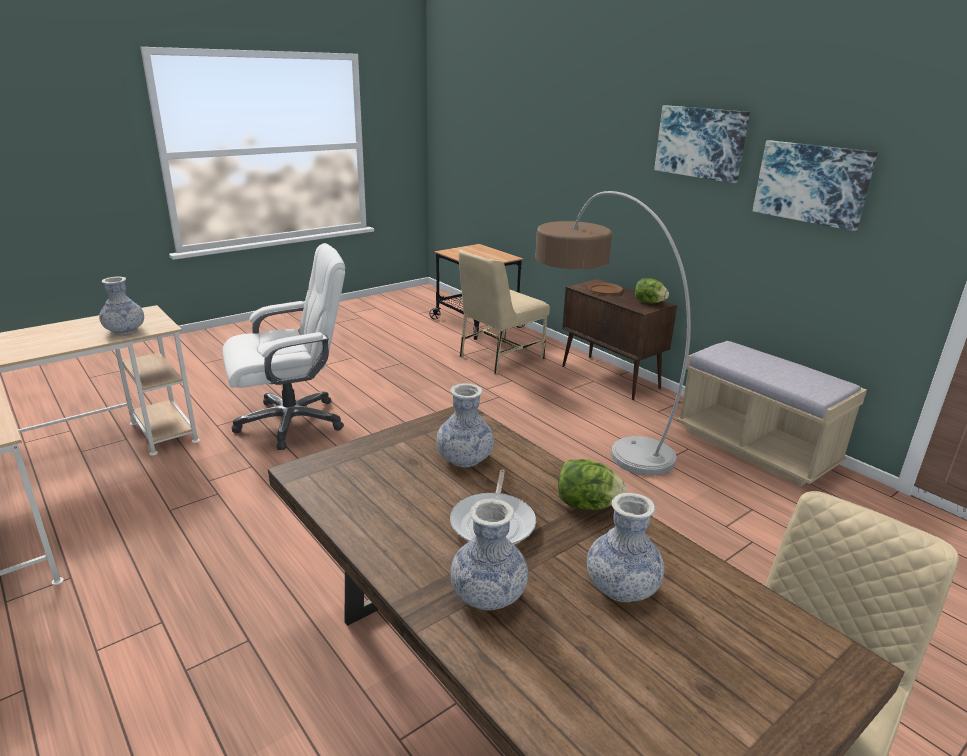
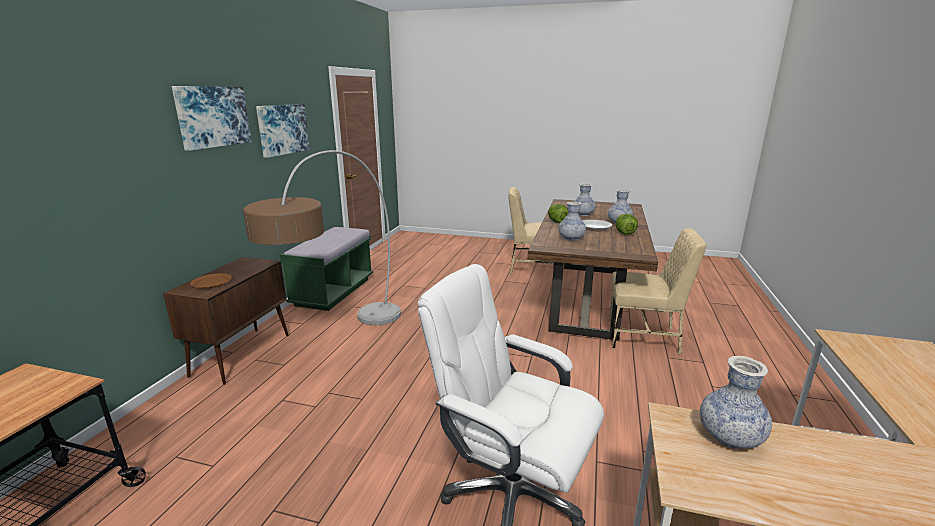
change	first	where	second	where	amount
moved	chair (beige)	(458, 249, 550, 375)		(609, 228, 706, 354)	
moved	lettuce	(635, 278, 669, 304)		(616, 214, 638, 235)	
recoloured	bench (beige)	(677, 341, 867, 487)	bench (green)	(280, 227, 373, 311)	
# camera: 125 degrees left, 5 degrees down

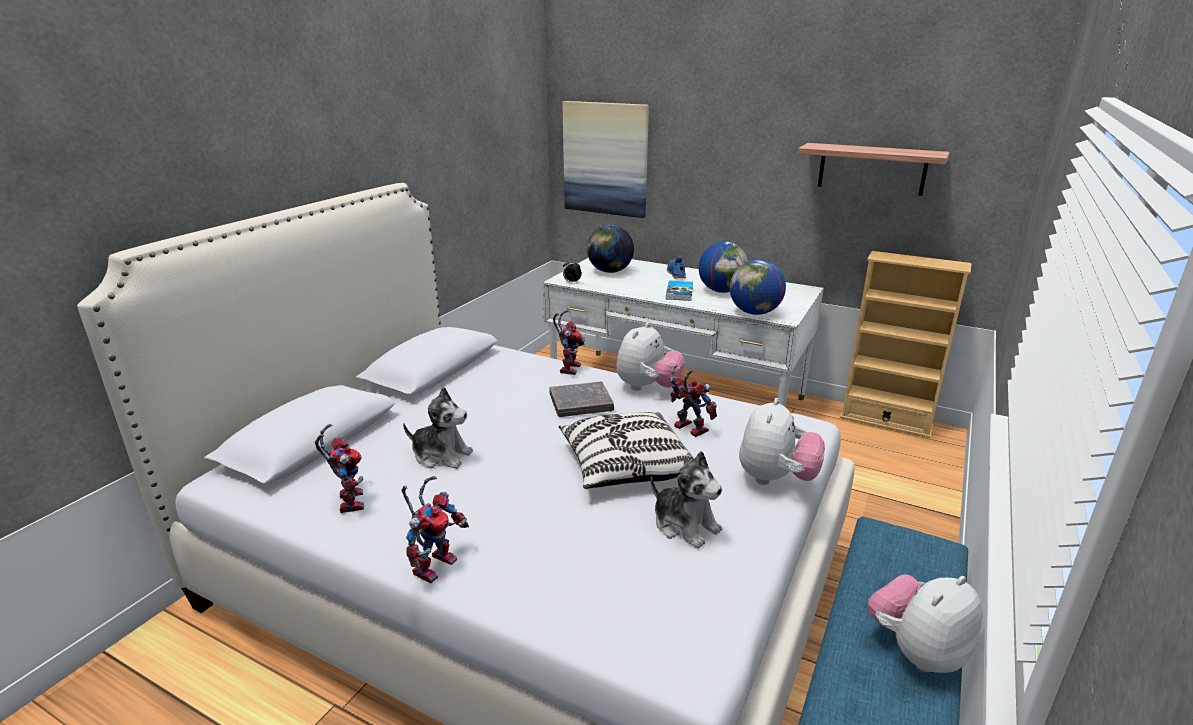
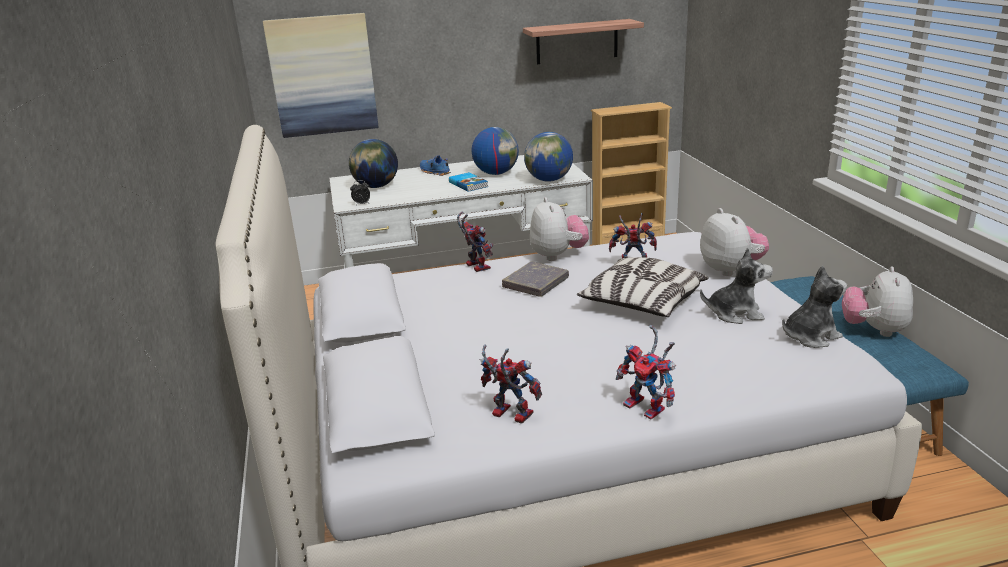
change	first	where	second	where	amount
moved	plush toy	(403, 387, 473, 469)		(782, 266, 847, 348)	
turned	toy robot	(401, 476, 469, 583)		(616, 325, 676, 419)	150 degrees clockwise
# camera: 40 degrees left, 0 degrees up

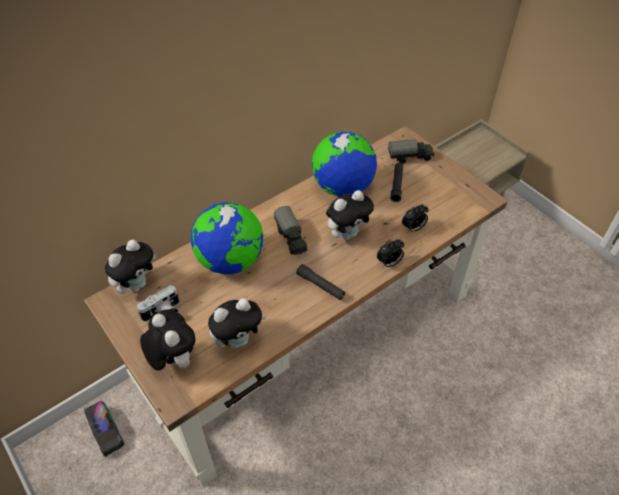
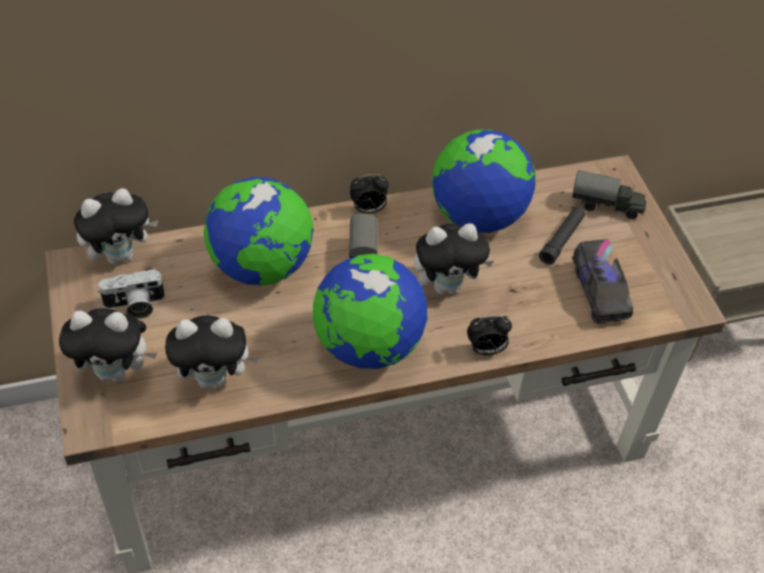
change	first	where	second	where	amount
moved	toy truck	(84, 401, 124, 457)		(572, 239, 633, 324)	
moved	alarm clock	(402, 204, 429, 232)		(350, 174, 389, 214)	
replaced	flashlight (black)	(296, 264, 345, 300)	globe	(313, 254, 427, 369)	
turned	plush toy	(140, 309, 196, 371)		(59, 308, 157, 382)	105 degrees clockwise
# camera: 20 degrees right, 0 degrees up

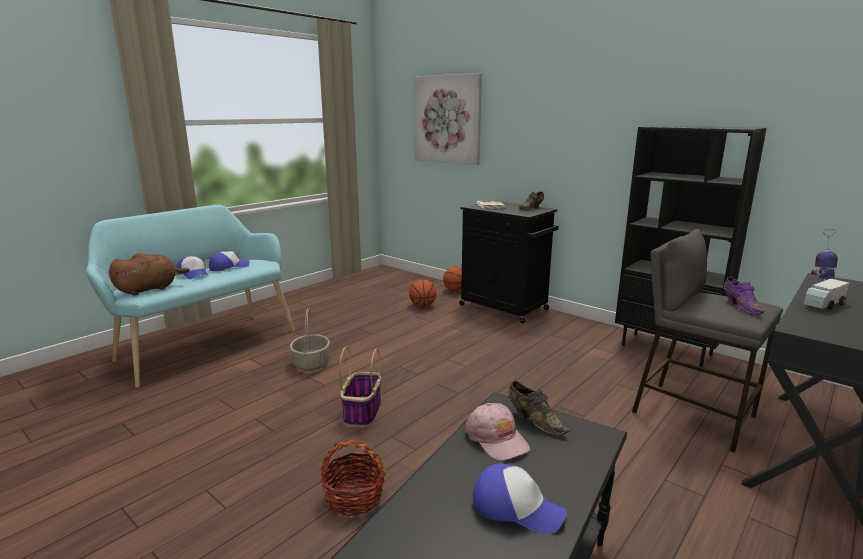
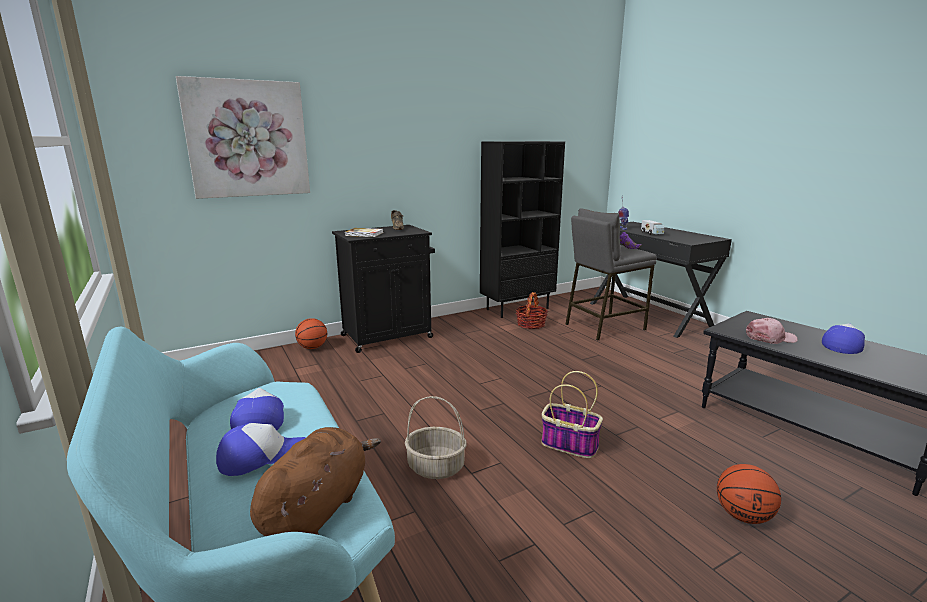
change	first	where	second	where	amount
removed	shoe (brown)	(508, 381, 569, 435)			
moved	basket	(321, 440, 386, 516)		(516, 292, 548, 329)	
moved	basketball	(409, 280, 437, 307)		(717, 464, 781, 524)	
turned	plush toy (brown)	(109, 253, 190, 296)		(250, 427, 381, 536)	45 degrees clockwise
# camera: 70 degrees left, 0 degrees up

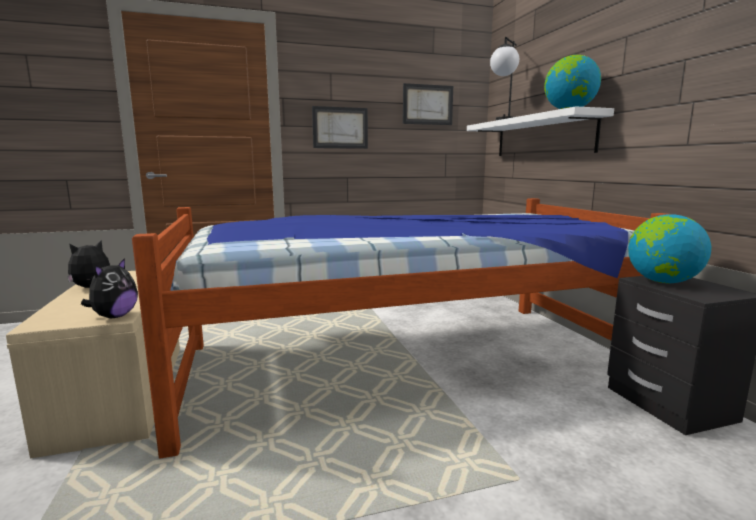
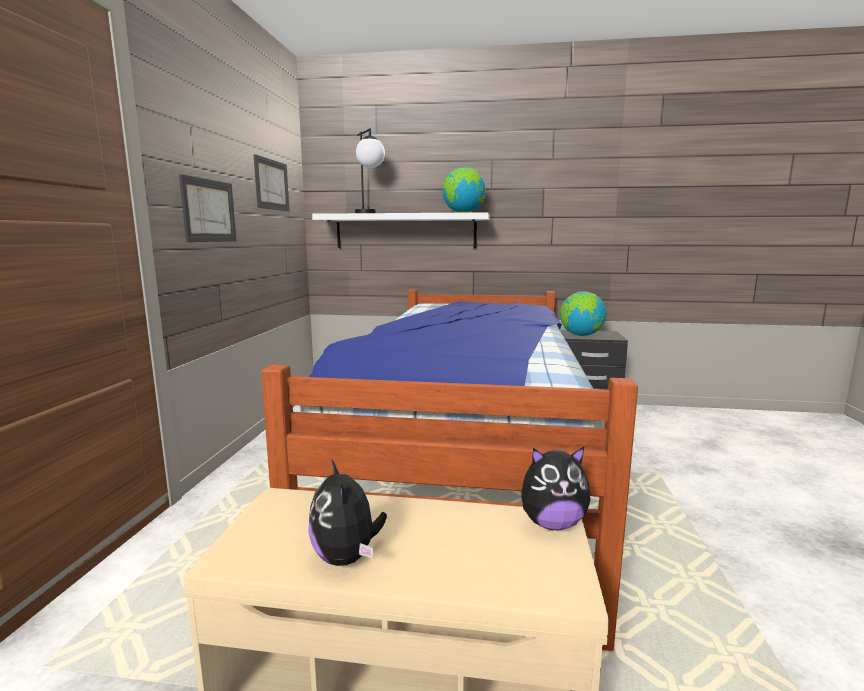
change	first	where	second	where	amount
turned	plush toy	(81, 258, 138, 318)		(521, 447, 590, 530)	135 degrees clockwise
# camera: 65 degrees left, 0 degrees up

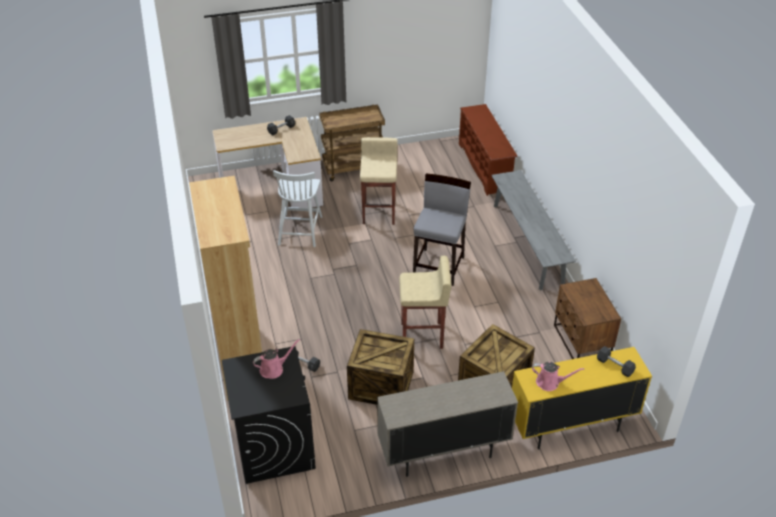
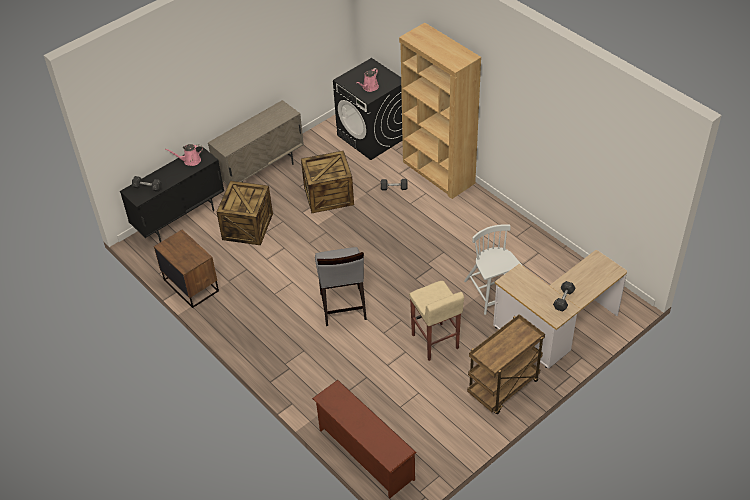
change	first	where	second	where	amount
removed	stool (beige)	(399, 256, 451, 349)			
removed	bench (grey)	(491, 170, 576, 290)			
recoloured	cabinet (yellow)	(512, 347, 652, 450)	cabinet (black)	(120, 147, 224, 242)	
# camera: 155 degrees right, 5 degrees up

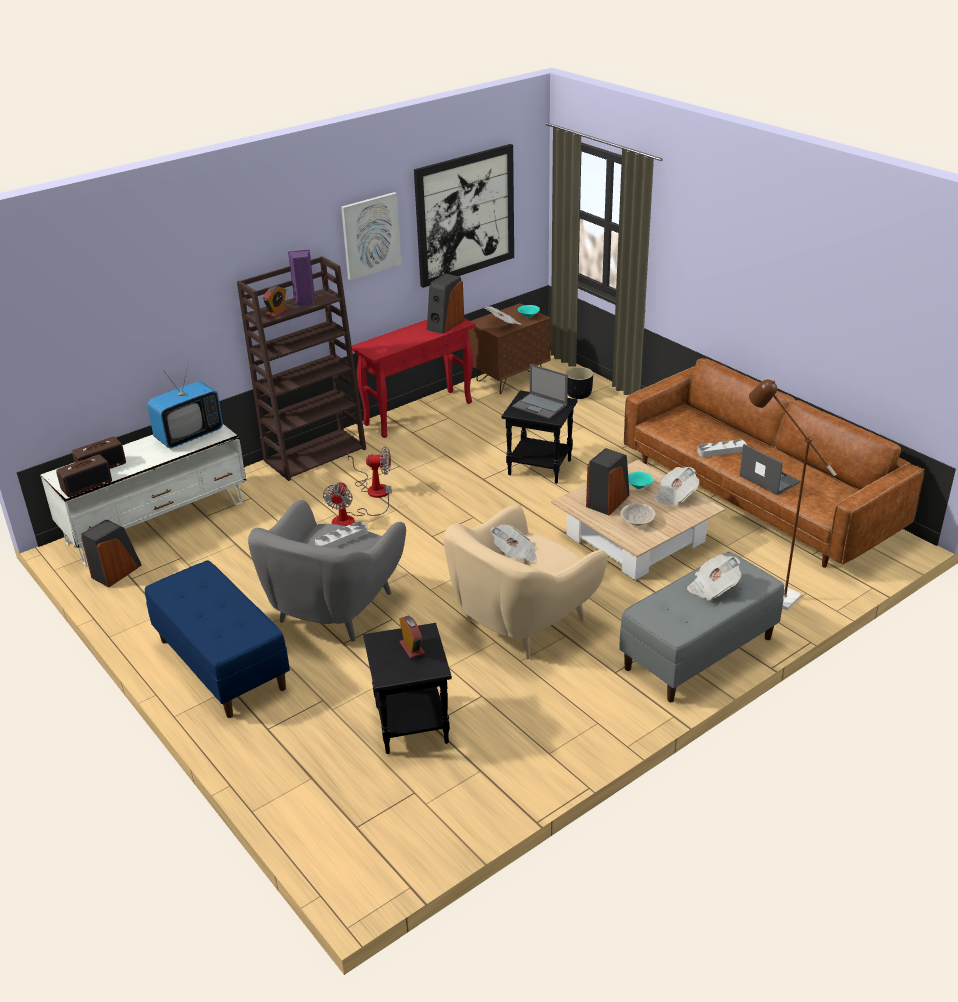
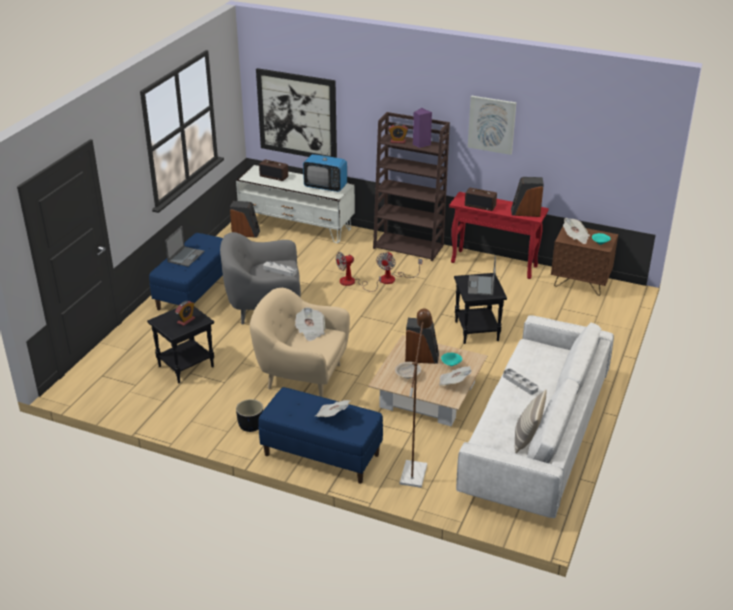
change	first	where	second	where	amount
added			pillow	(515, 389, 547, 453)	
moved	radio	(56, 454, 112, 497)		(465, 188, 497, 211)	
moved	picture	(414, 144, 514, 288)		(256, 68, 337, 158)	
moved	planter (black)	(565, 367, 593, 399)		(236, 399, 263, 432)	
moved	laptop	(740, 444, 800, 495)		(165, 226, 204, 267)	
recoloured	bench (grey)	(619, 552, 784, 702)	bench (blue)	(258, 387, 383, 484)	
recoloured	sofa (brown)	(624, 358, 925, 568)	sofa (white)	(456, 315, 614, 518)	
turned	fan	(347, 447, 391, 498)		(376, 252, 422, 284)	45 degrees clockwise
# camera: 60 degrees right, 0 degrees up

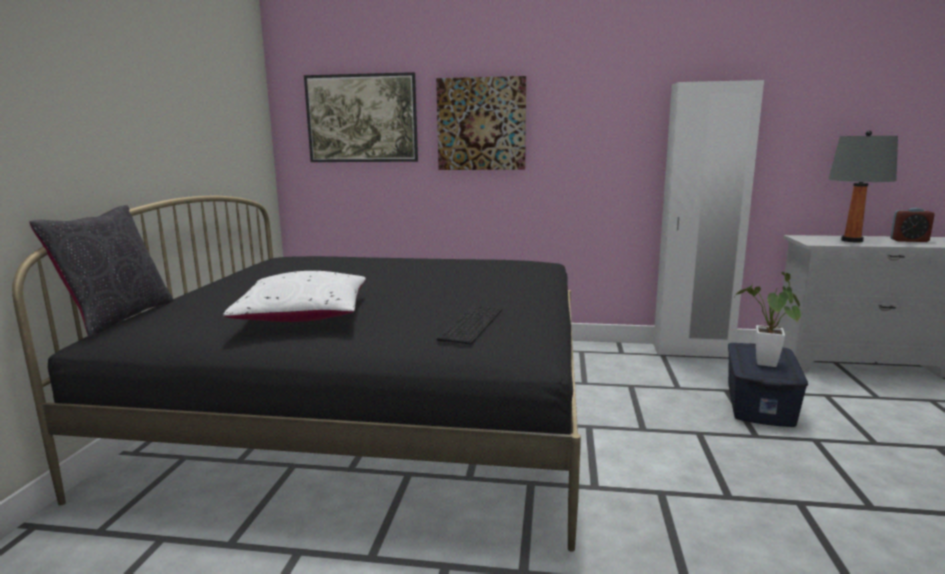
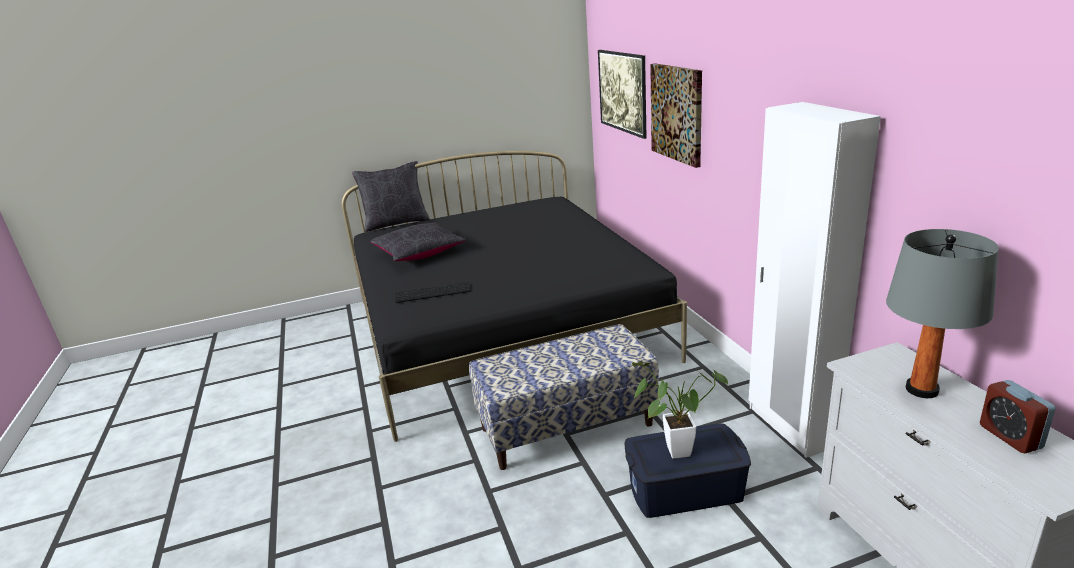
change	first	where	second	where	amount
added			bench	(469, 324, 659, 470)	
recoloured	pillow (white)	(223, 271, 366, 322)	pillow (black)	(370, 223, 466, 261)	
# camera: 65 degrees right, 10 degrees up

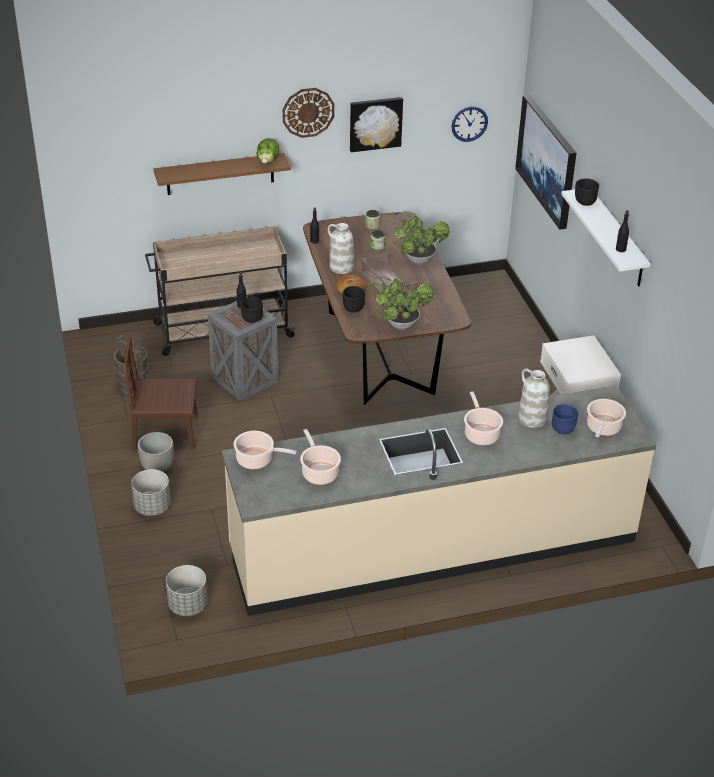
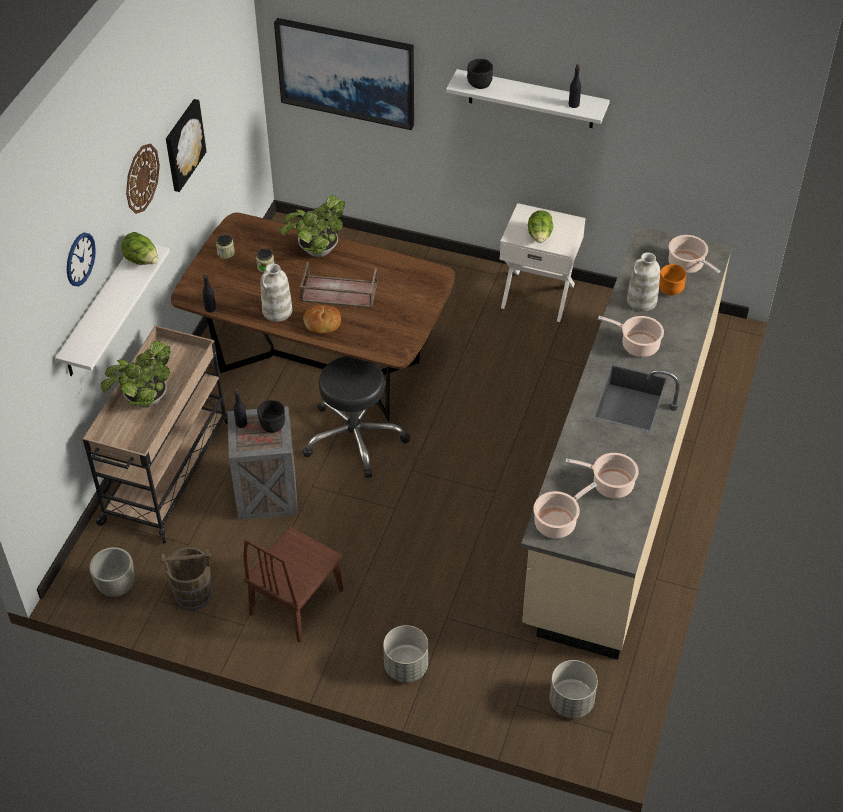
change	first	where	second	where	amount
removed	bowl (black)	(343, 286, 365, 312)			
added			stool (black)	(302, 356, 410, 478)	
added			lettuce	(528, 210, 553, 243)	
moved	planter (grey)	(137, 432, 174, 472)		(89, 547, 134, 597)	
moved	potted plant	(366, 276, 434, 330)		(101, 341, 170, 408)	
moved	wall clock	(451, 107, 488, 142)		(67, 233, 96, 286)	
recoloured	shelf (brown)	(154, 153, 291, 195)	shelf (white)	(55, 244, 170, 376)	
recoloured	bowl (blue)	(552, 404, 578, 434)	bowl (orange)	(659, 264, 686, 296)	
# camera: 55 degrees left, 10 degrees up

